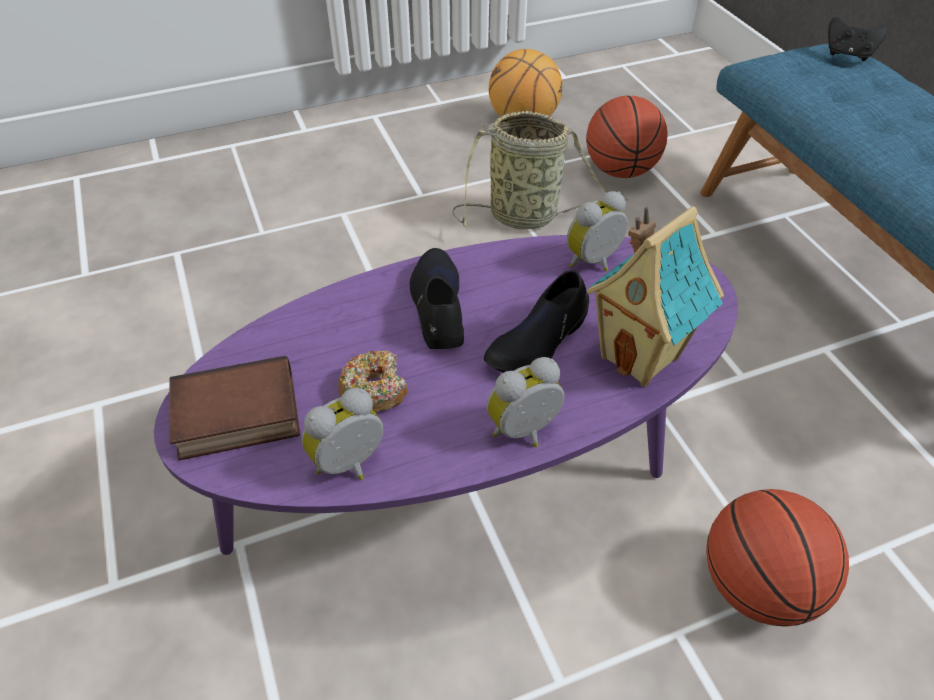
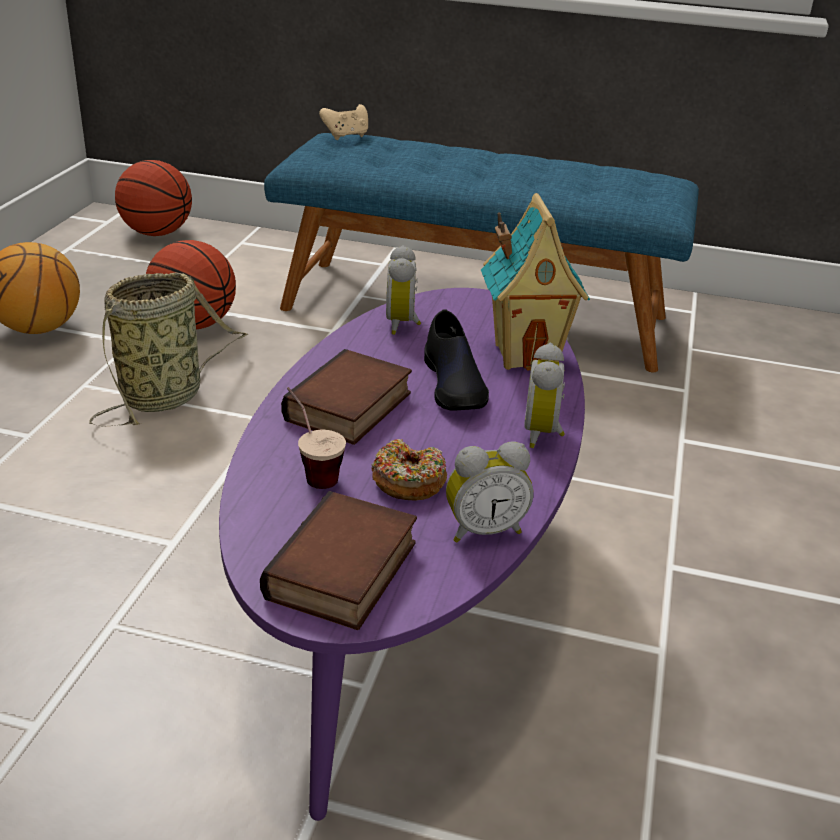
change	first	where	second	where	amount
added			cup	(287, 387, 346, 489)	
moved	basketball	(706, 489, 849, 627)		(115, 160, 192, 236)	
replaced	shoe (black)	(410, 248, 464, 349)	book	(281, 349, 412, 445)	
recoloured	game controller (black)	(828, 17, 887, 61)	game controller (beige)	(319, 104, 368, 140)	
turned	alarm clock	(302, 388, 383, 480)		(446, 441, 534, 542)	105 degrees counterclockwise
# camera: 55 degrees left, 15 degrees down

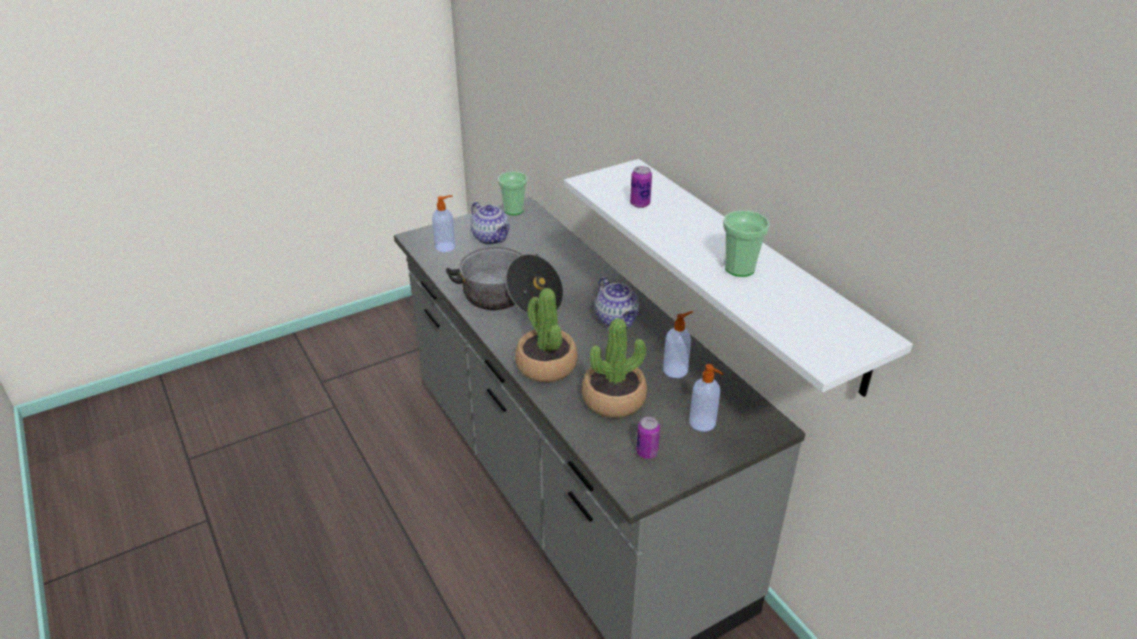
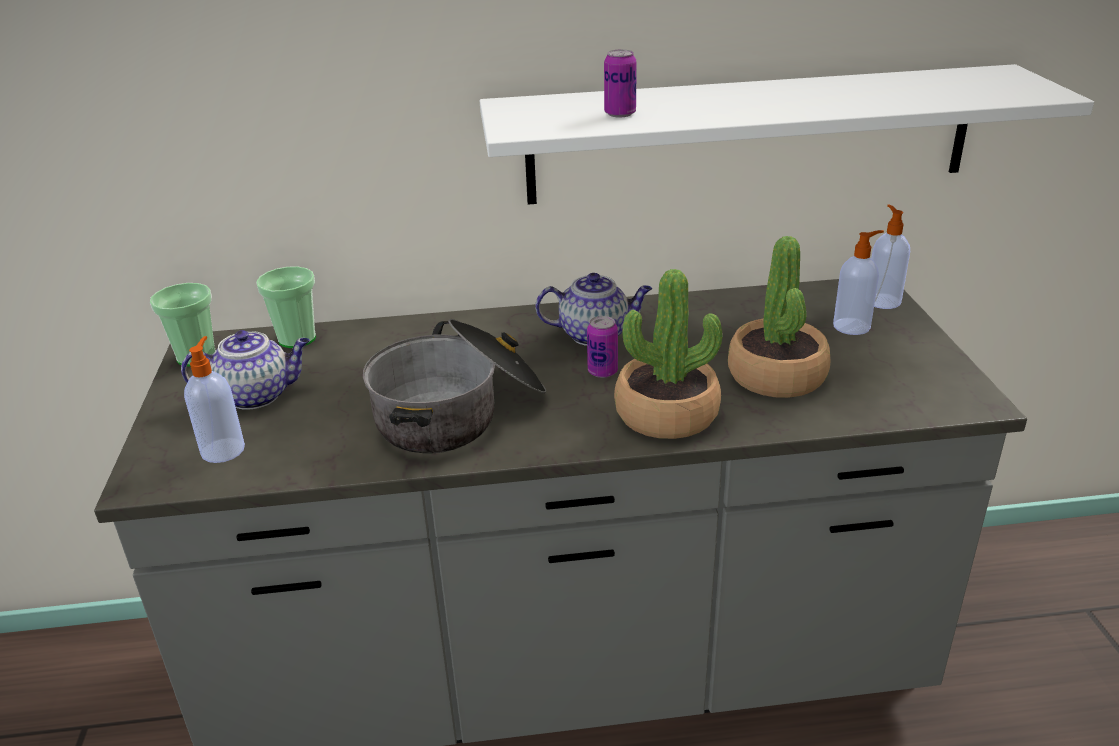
change	first	where	second	where	amount
moved	can	(636, 417, 660, 459)		(587, 316, 618, 378)	
moved	soap dispenser	(663, 311, 693, 378)		(871, 204, 910, 309)	
moved	cup	(723, 211, 770, 277)		(256, 266, 316, 348)	
# camera: 65 degrees left, 5 degrees down

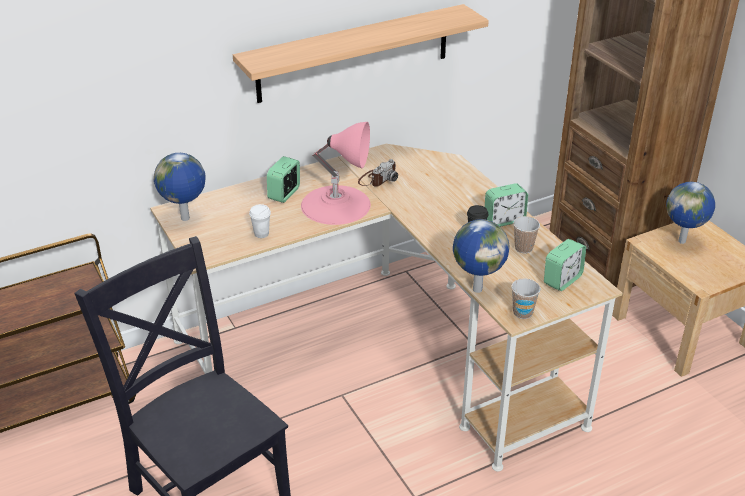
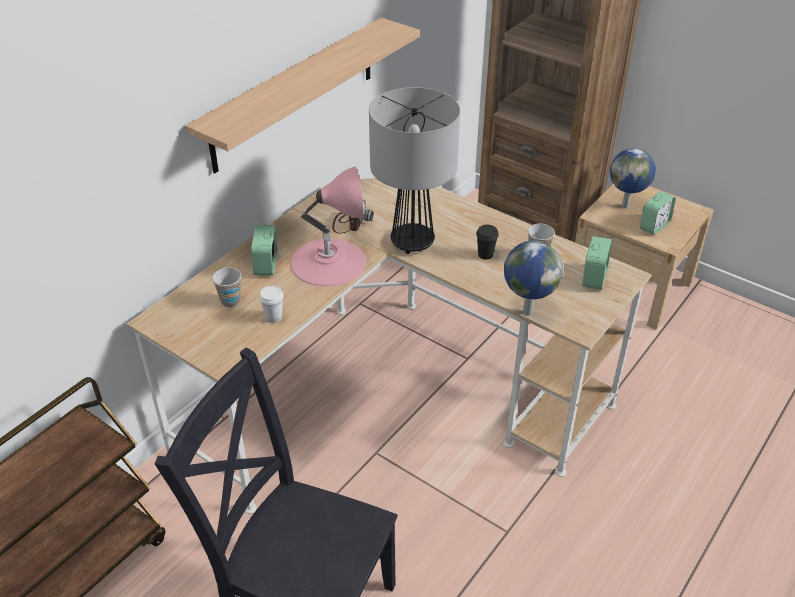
change	first	where	second	where	amount
removed	globe	(154, 153, 206, 221)			
added			table lamp	(369, 87, 460, 254)	
moved	alarm clock	(485, 183, 528, 227)		(640, 191, 676, 235)	
moved	cup	(511, 278, 541, 319)		(212, 267, 241, 308)	
# camera: 25 degrees left, 5 degrees up

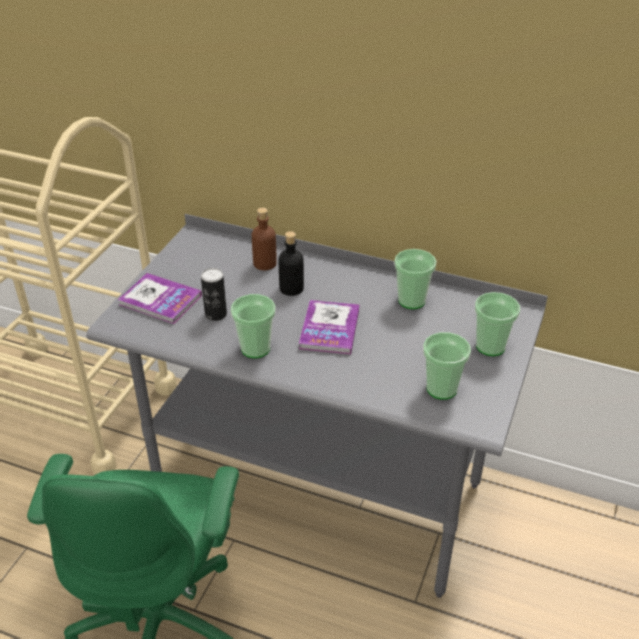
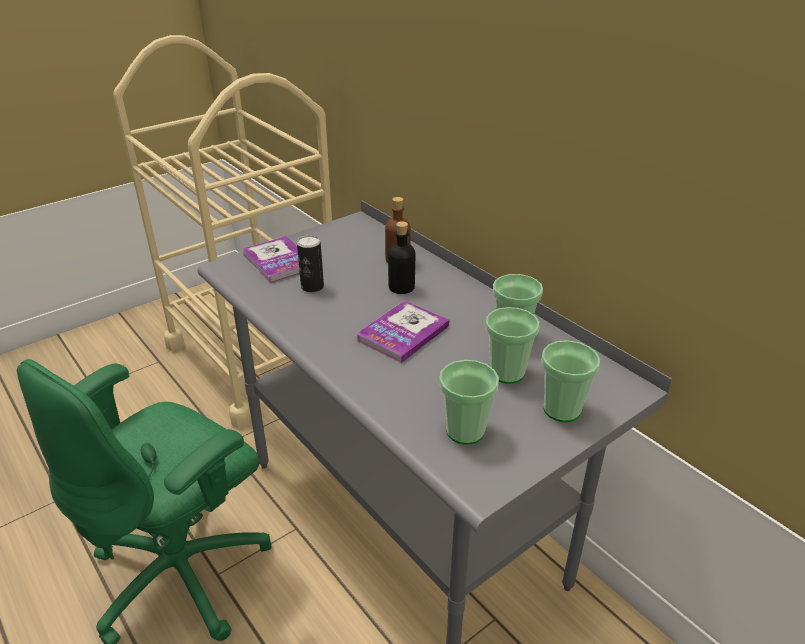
change	first	where	second	where	amount
moved	cup	(231, 294, 275, 358)		(486, 307, 539, 384)	
# camera: 30 degrees right, 5 degrees down

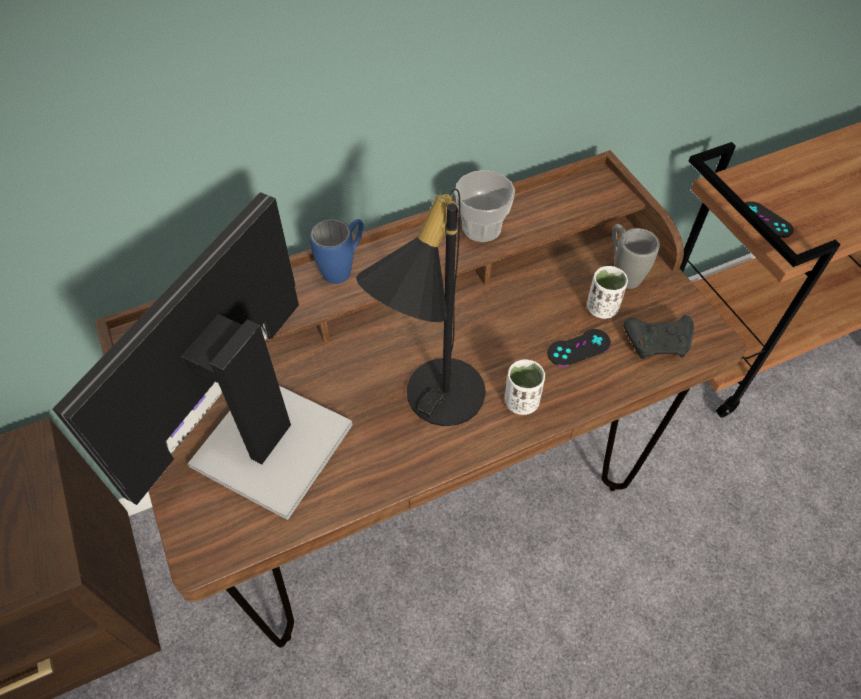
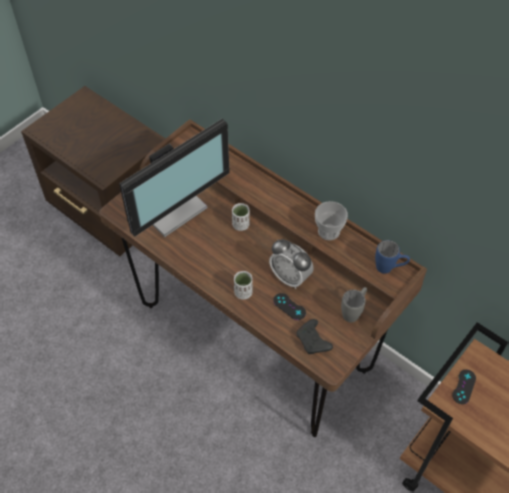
change	first	where	second	where	amount
removed	table lamp (black)	(356, 189, 486, 426)			
added			alarm clock	(269, 239, 313, 289)	
moved	mug (blue)	(310, 219, 364, 284)		(375, 240, 410, 274)	
moved	cup (white)	(587, 266, 628, 319)		(232, 203, 250, 231)	
turned	monitor	(52, 192, 353, 520)		(119, 119, 230, 237)	135 degrees clockwise
# camera: 65 degrees right, 0 degrees up

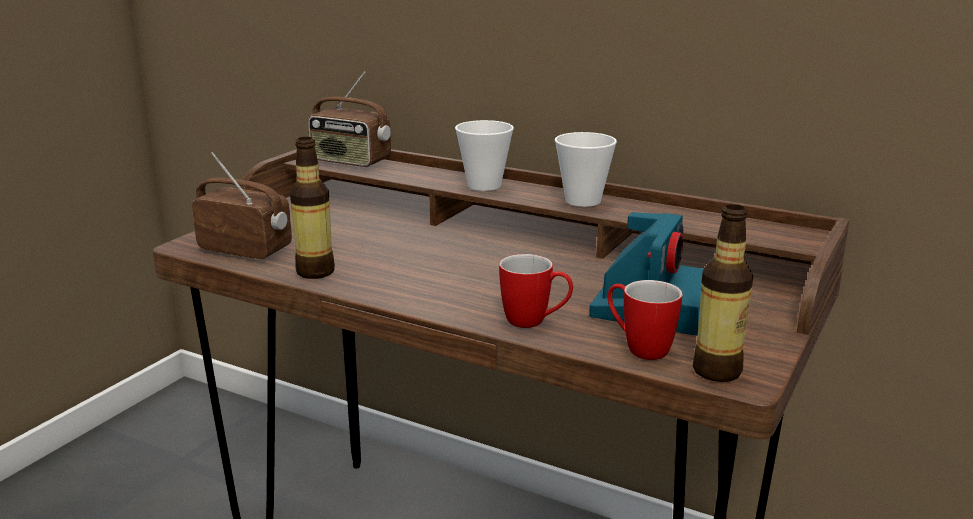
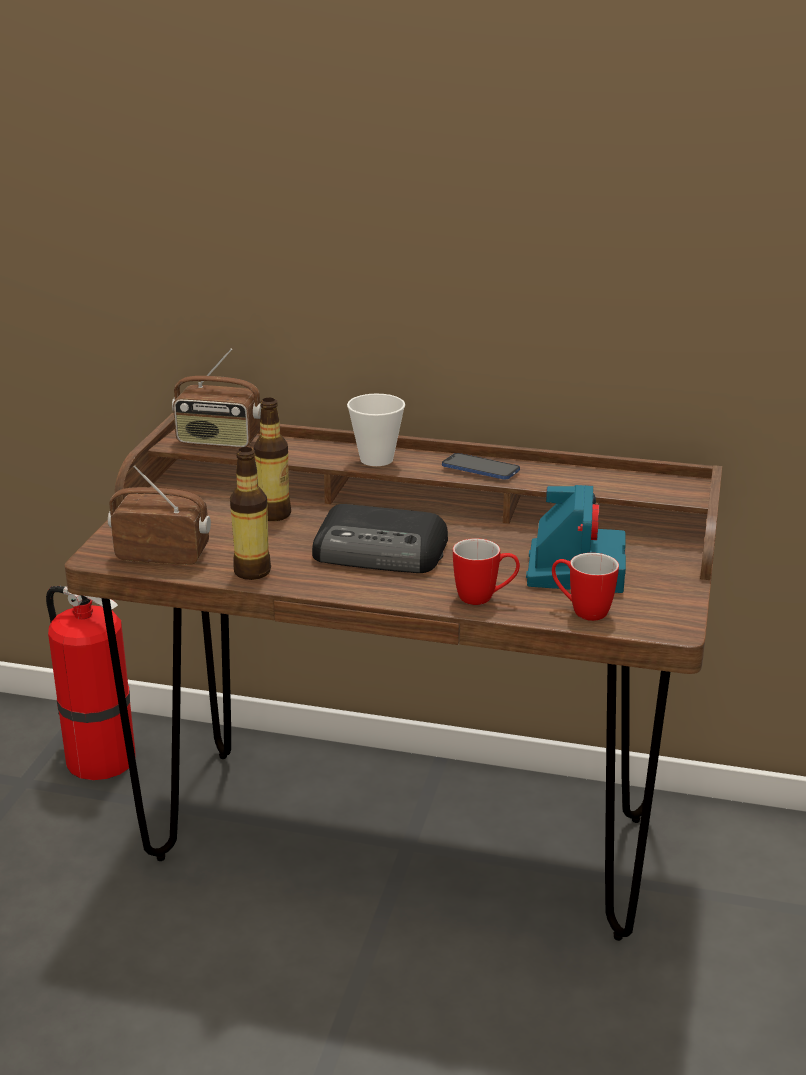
change	first	where	second	where	amount
added			fire extinguisher	(46, 586, 136, 780)	
added			radio	(312, 504, 448, 573)	
moved	bottle	(693, 204, 753, 382)		(254, 398, 291, 521)	
replaced	cup	(555, 132, 617, 207)	phone	(442, 453, 520, 479)	
# camera: 15 degrees left, 5 degrees up

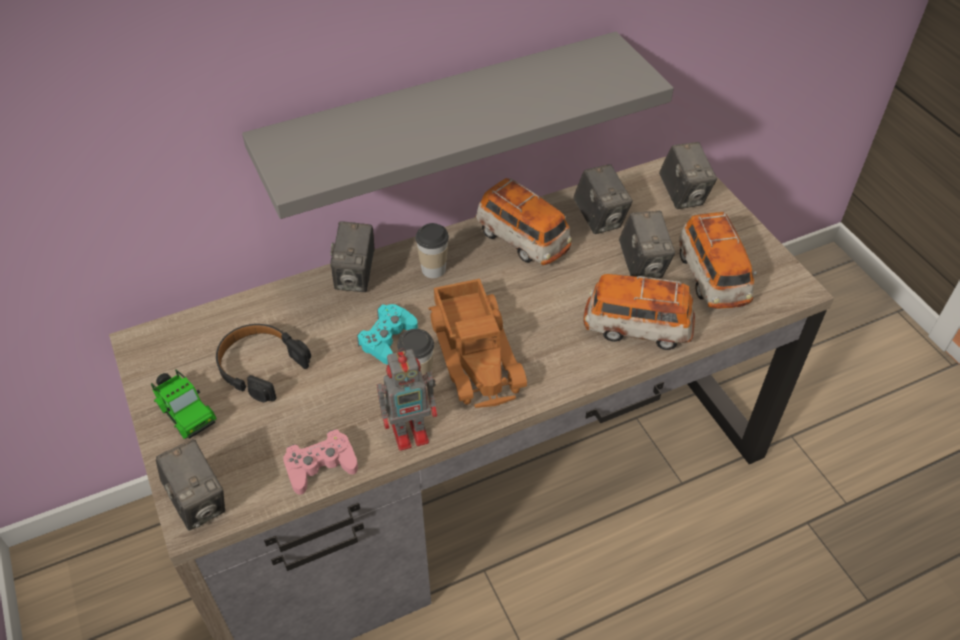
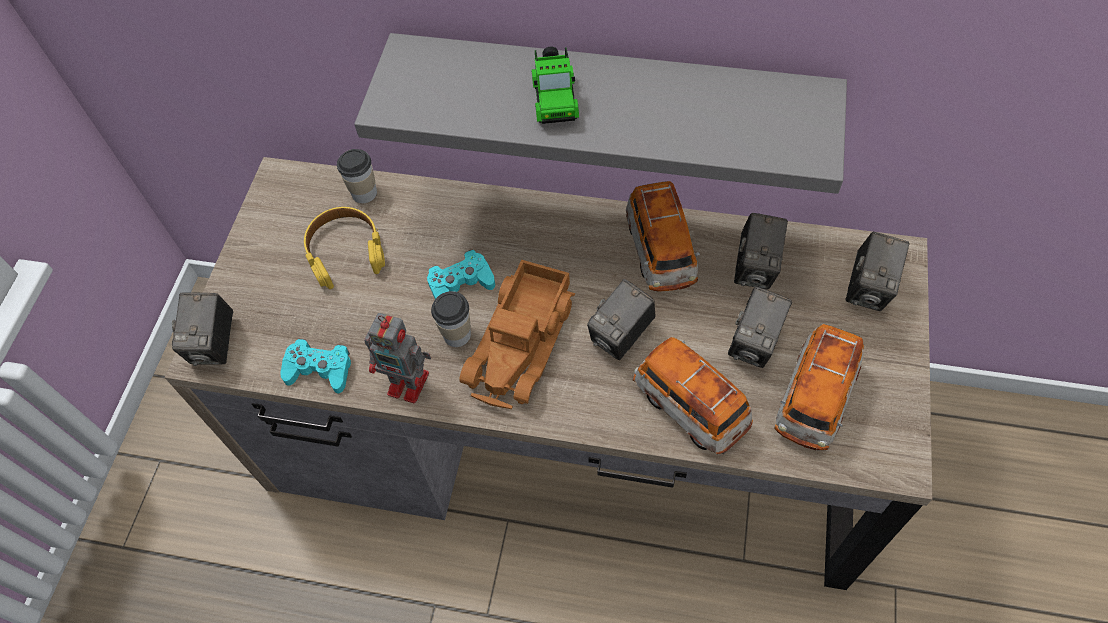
change	first	where	second	where	amount
moved	toy car	(151, 369, 217, 439)		(531, 46, 579, 124)	
moved	photo camera	(330, 221, 375, 292)		(587, 279, 655, 360)	
moved	cup	(415, 223, 449, 278)		(337, 149, 377, 203)	
recoloured	headphones (black)	(216, 324, 311, 402)	headphones (yellow)	(304, 207, 385, 289)	
recoloured	game controller (pink)	(283, 429, 358, 495)	game controller (turquoise)	(280, 339, 351, 394)	
# camera: 40 degrees right, 10 degrees up

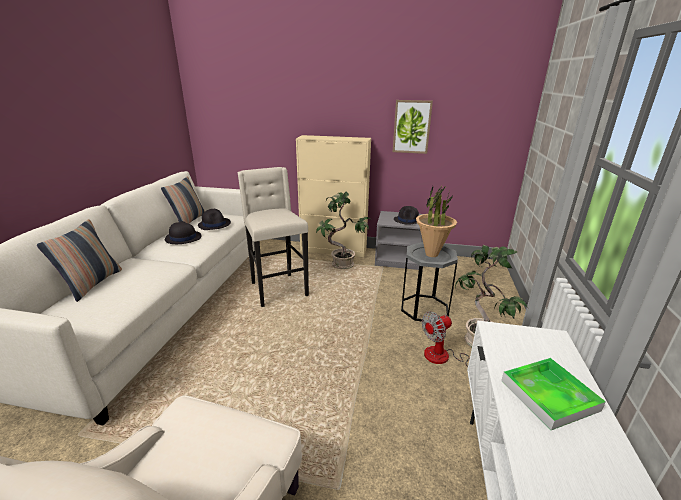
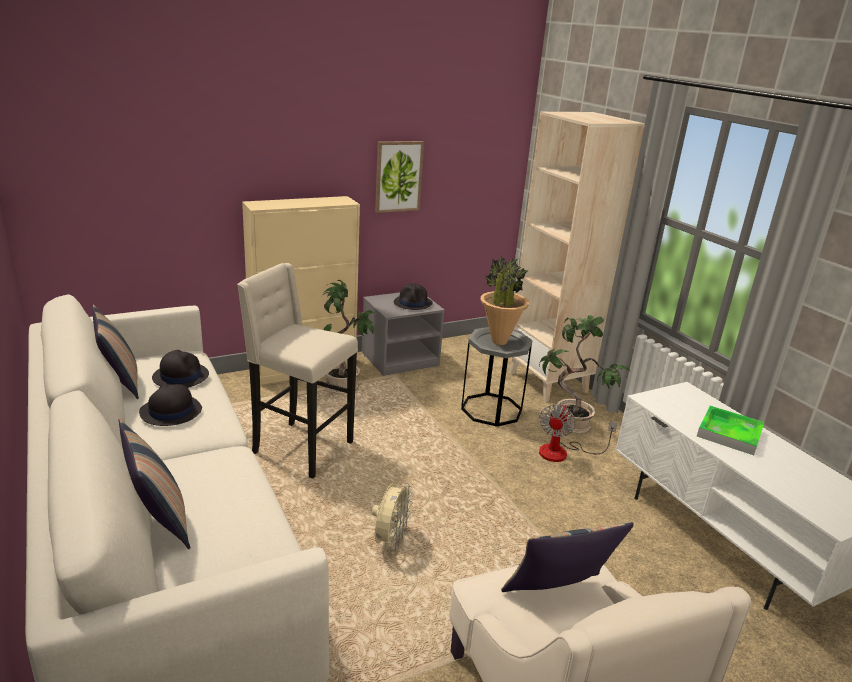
change	first	where	second	where	amount
added			fan (beige)	(372, 482, 413, 551)	
added			pillow	(501, 522, 634, 592)	
added			bookcase (beige)	(509, 112, 645, 402)	
# camera: 40 degrees left, 0 degrees up

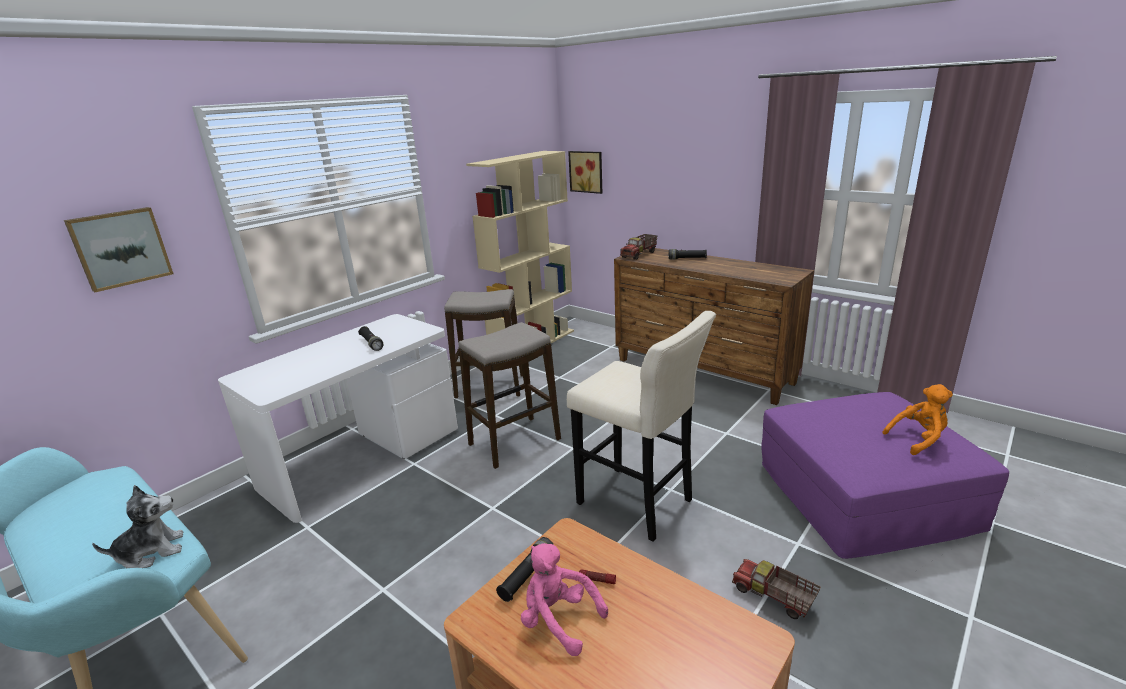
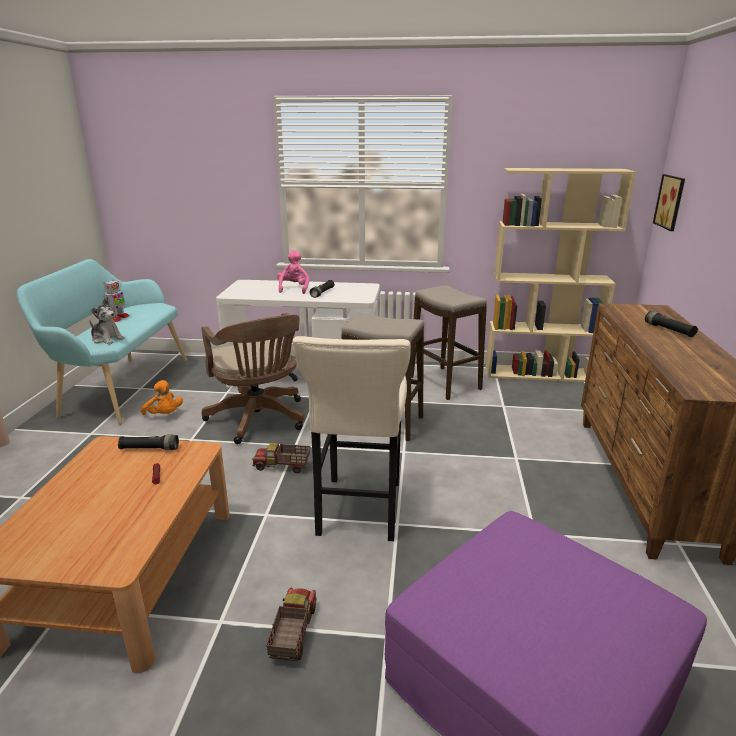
change	first	where	second	where	amount
removed	picture	(64, 207, 174, 292)			
added			toy robot	(103, 281, 129, 322)	
added			office chair (brown)	(202, 313, 304, 444)	
moved	plush toy (pink)	(521, 543, 608, 656)		(277, 250, 309, 294)	
moved	toy truck	(620, 234, 658, 260)		(252, 443, 311, 473)	
moved	plush toy (orange)	(882, 384, 953, 455)		(141, 380, 183, 415)	
# camera: 55 degrees right, 0 degrees up

